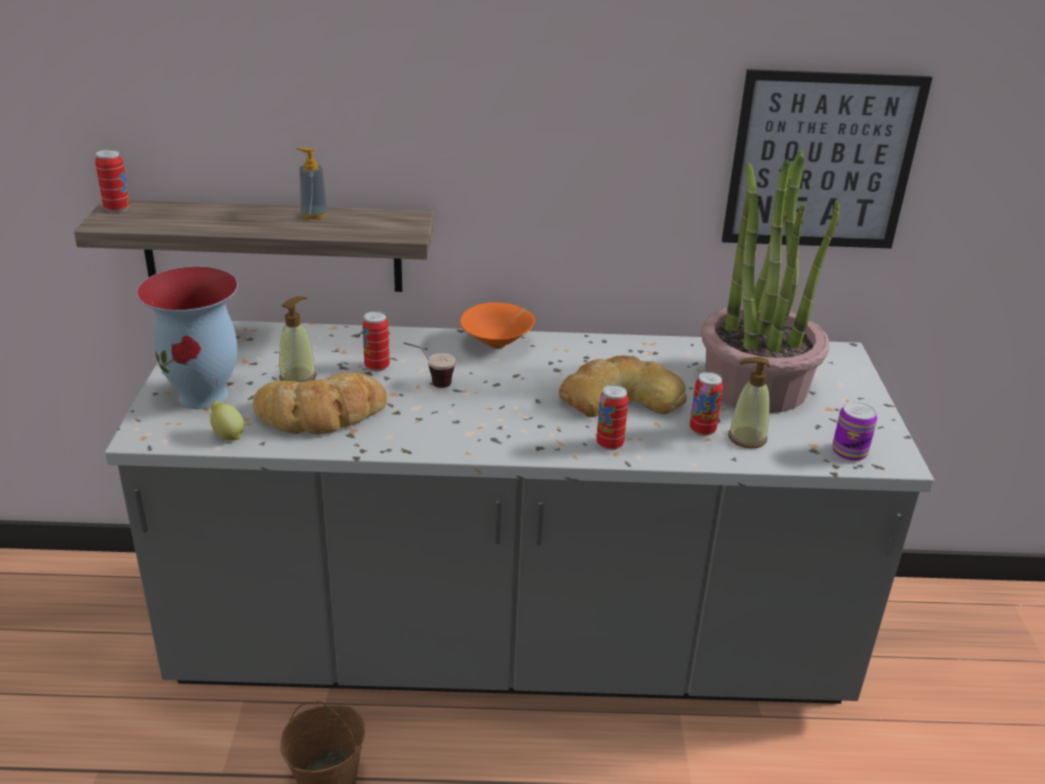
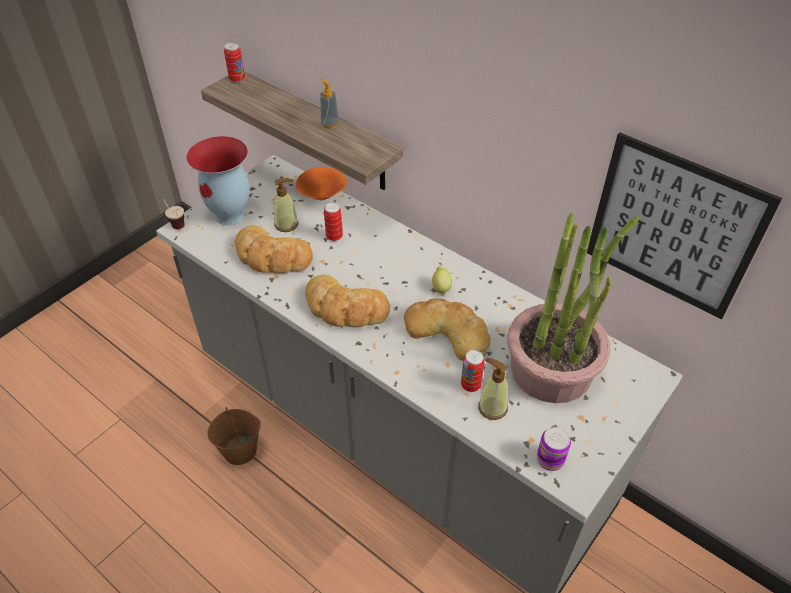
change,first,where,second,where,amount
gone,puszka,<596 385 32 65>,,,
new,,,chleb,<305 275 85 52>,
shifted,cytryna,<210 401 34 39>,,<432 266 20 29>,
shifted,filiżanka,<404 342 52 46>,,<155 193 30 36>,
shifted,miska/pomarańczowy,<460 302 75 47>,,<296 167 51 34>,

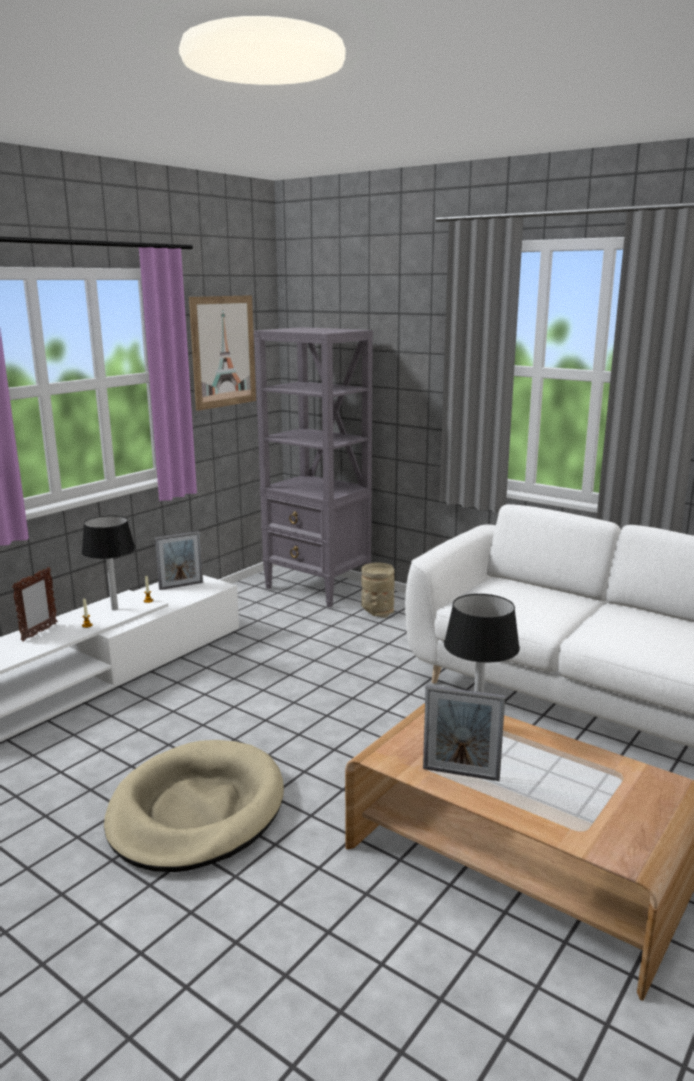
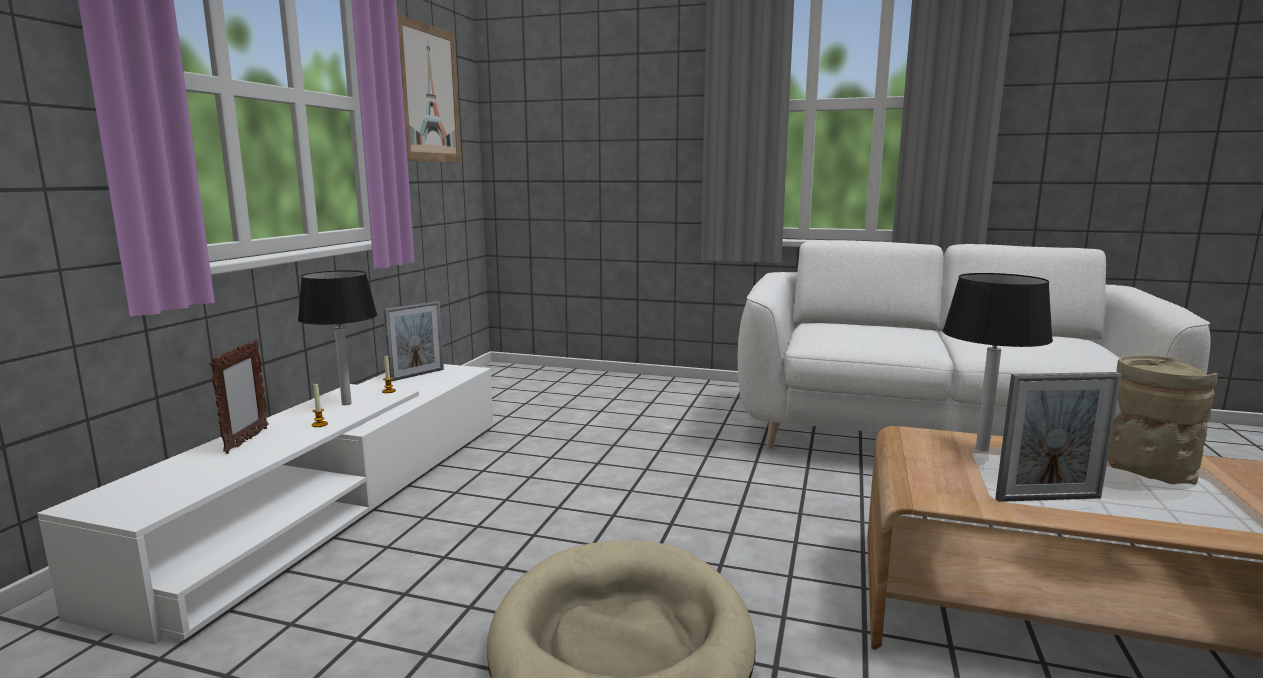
change,first,where,second,where,amount
gone,regał/szary,<253 327 120 280>,,,
shifted,wazon/beżowy,<361 563 34 55>,,<1108 355 110 130>,

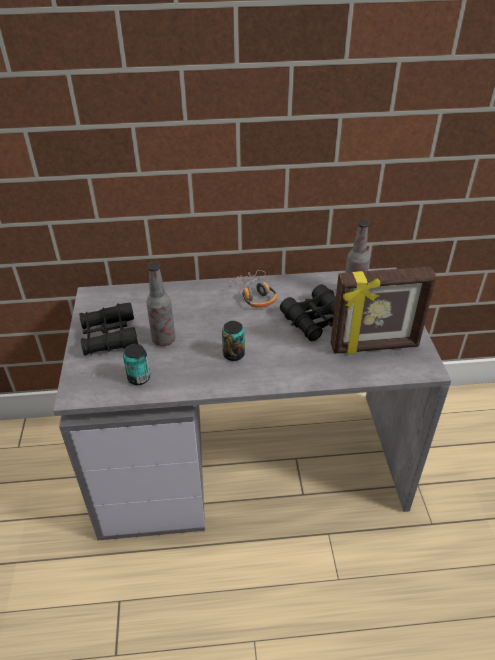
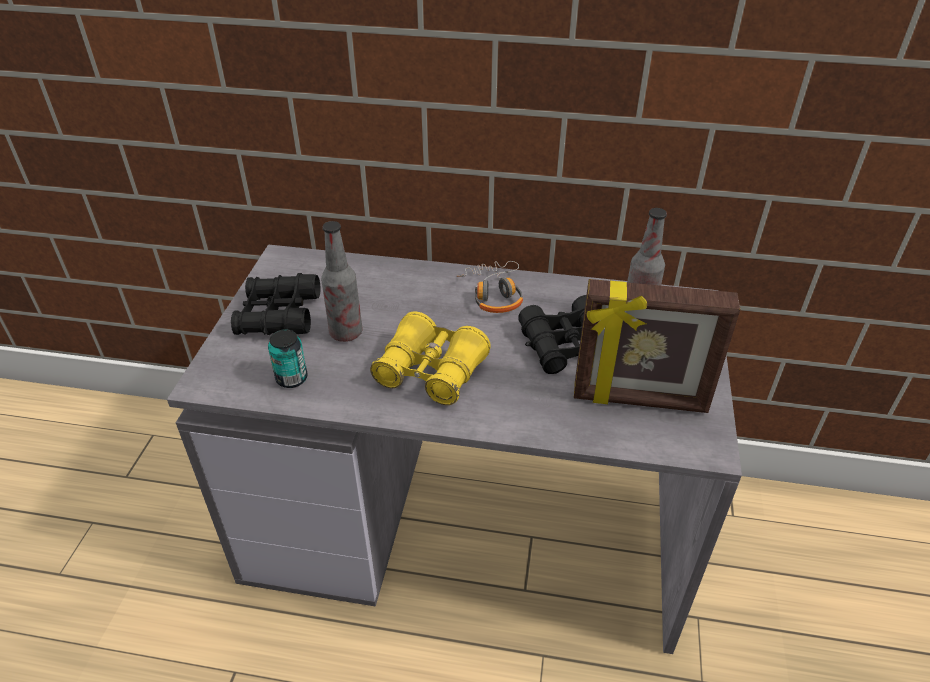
change,first,where,second,where,amount
swapped,puszka,<222 321 23 40>,lornetka/żółty,<370 311 121 94>,

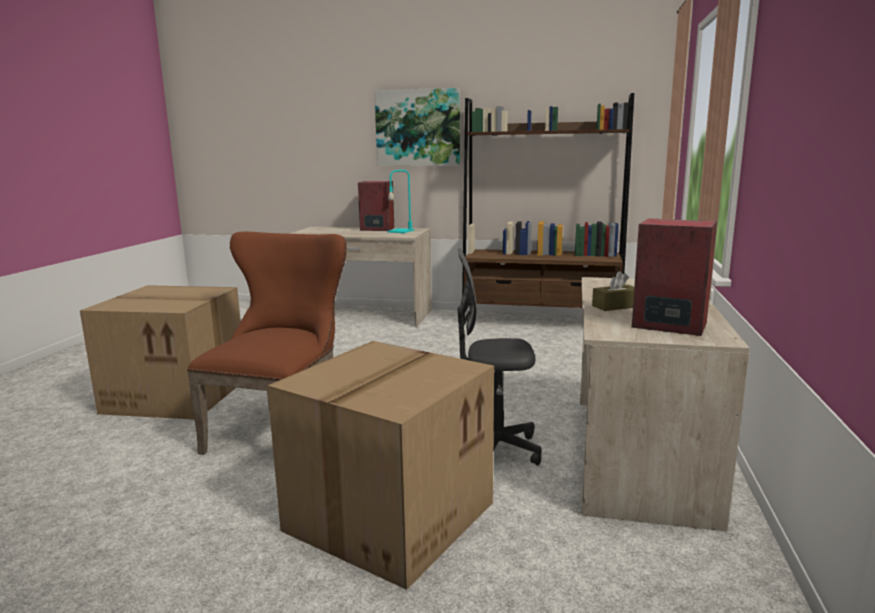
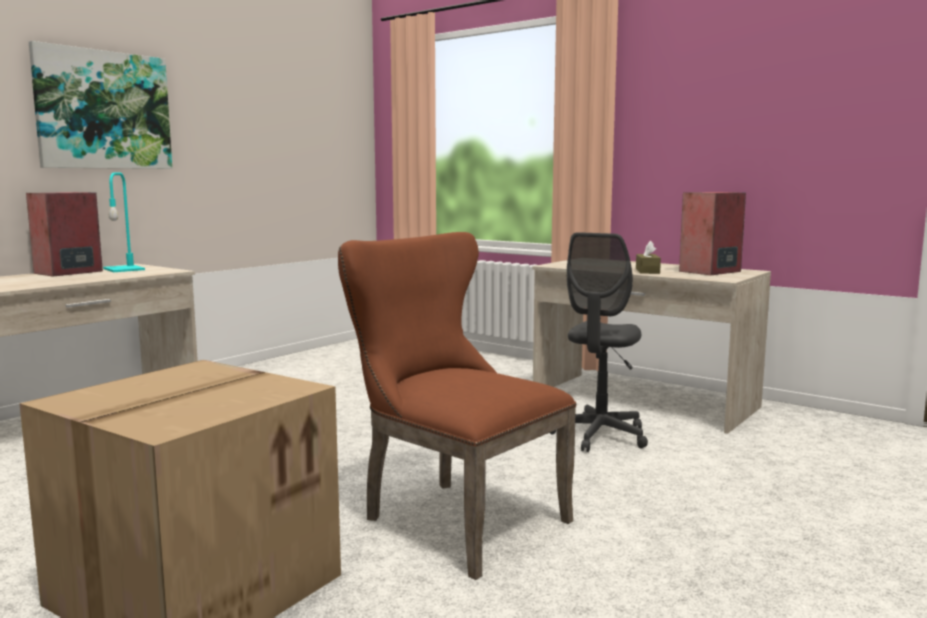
change,first,where,second,where,amount
gone,karton,<267 341 227 249>,,,
gone,regał/brązowy,<462 93 172 232>,,,

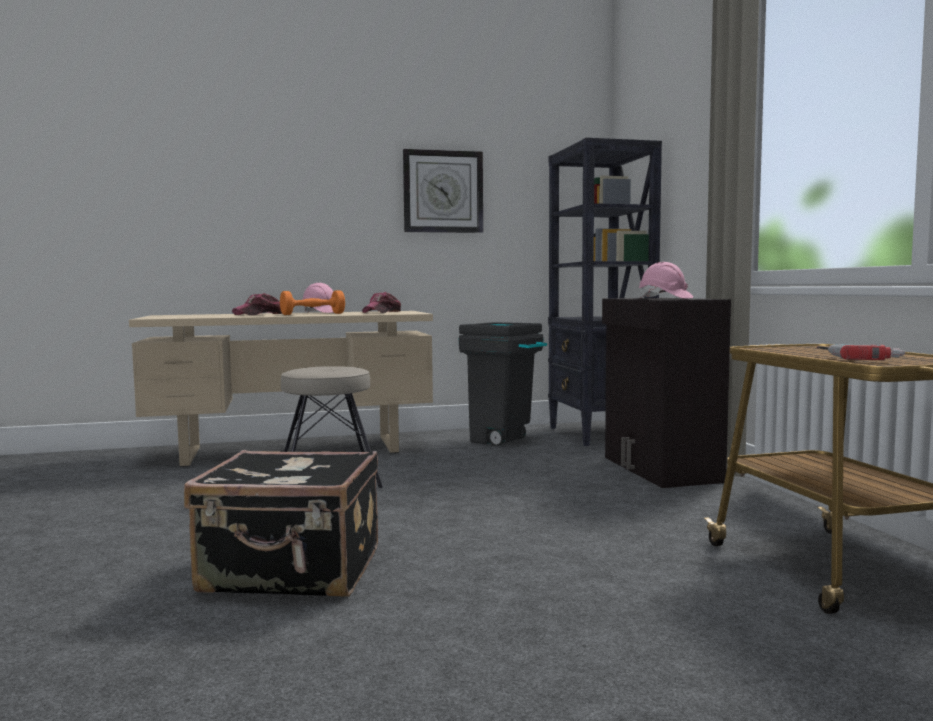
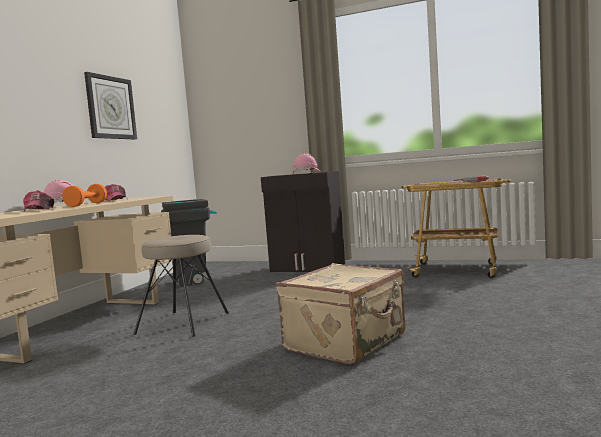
change,first,where,second,where,amount
gone,regał/czarny,<548 138 114 308>,,,
repainted,walizka/czarny,<184 450 194 147>,walizka/beżowy,<276 263 129 101>,

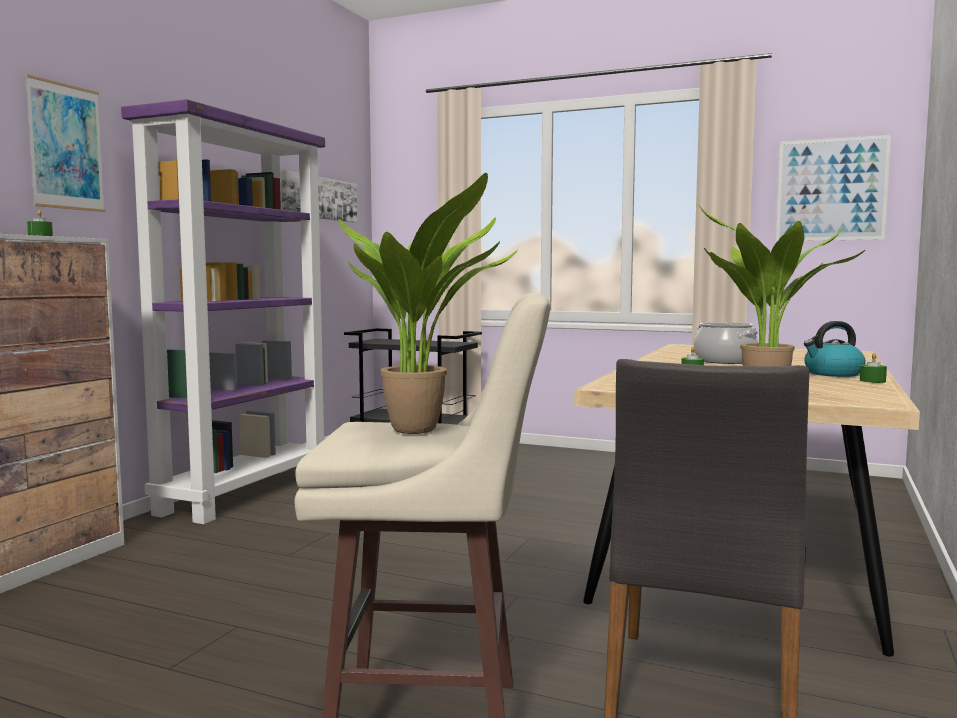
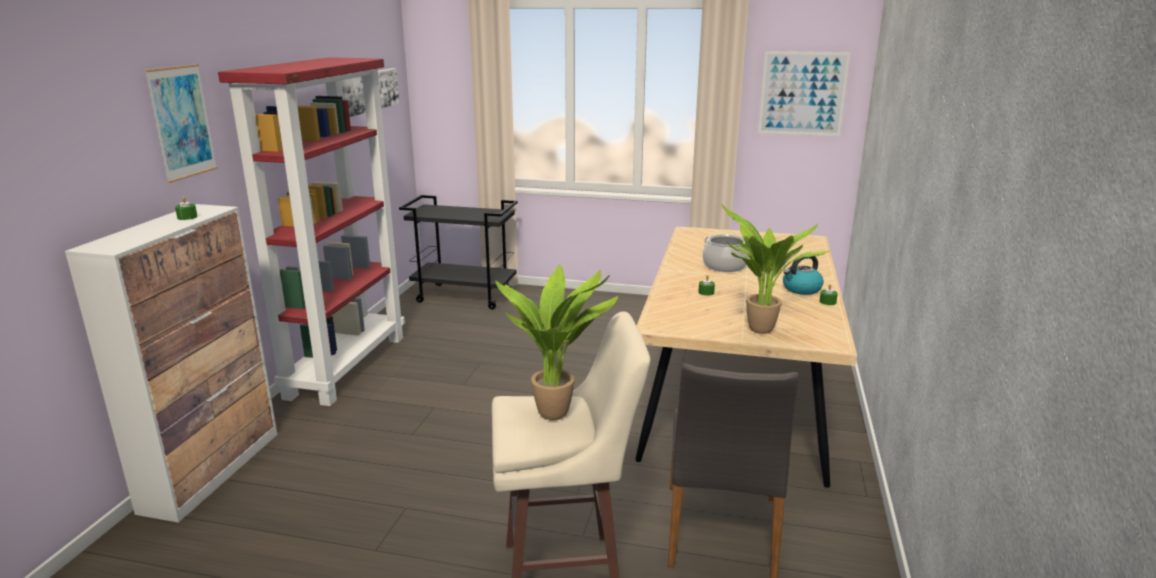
change,first,where,second,where,amount
repainted,regał/fioletowy,<121 99 204 425>,regał/czerwony,<218 57 187 349>,

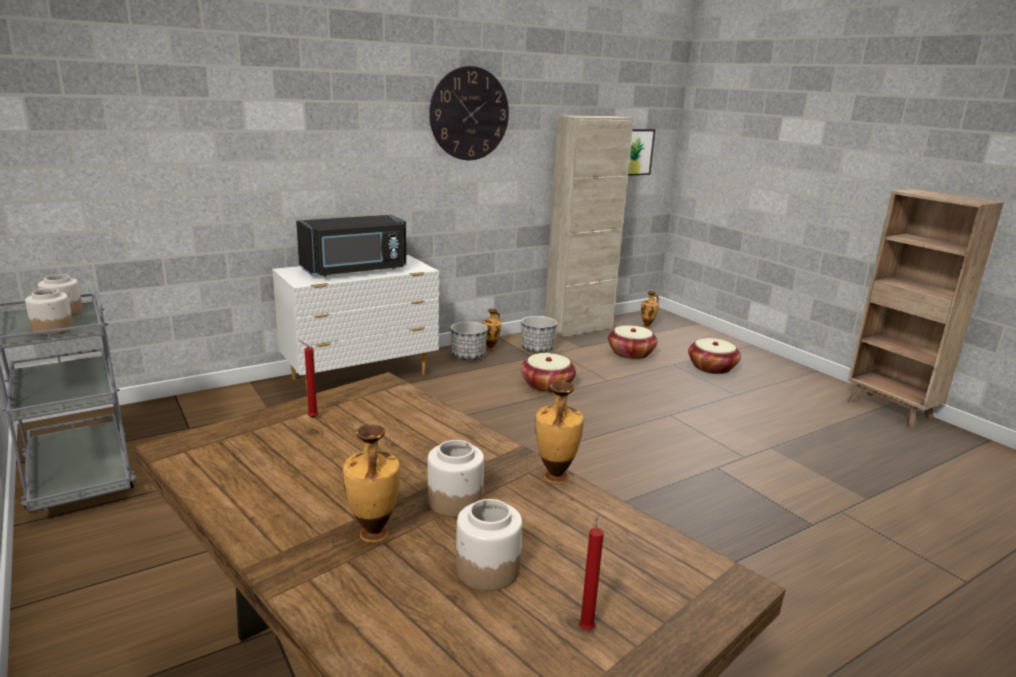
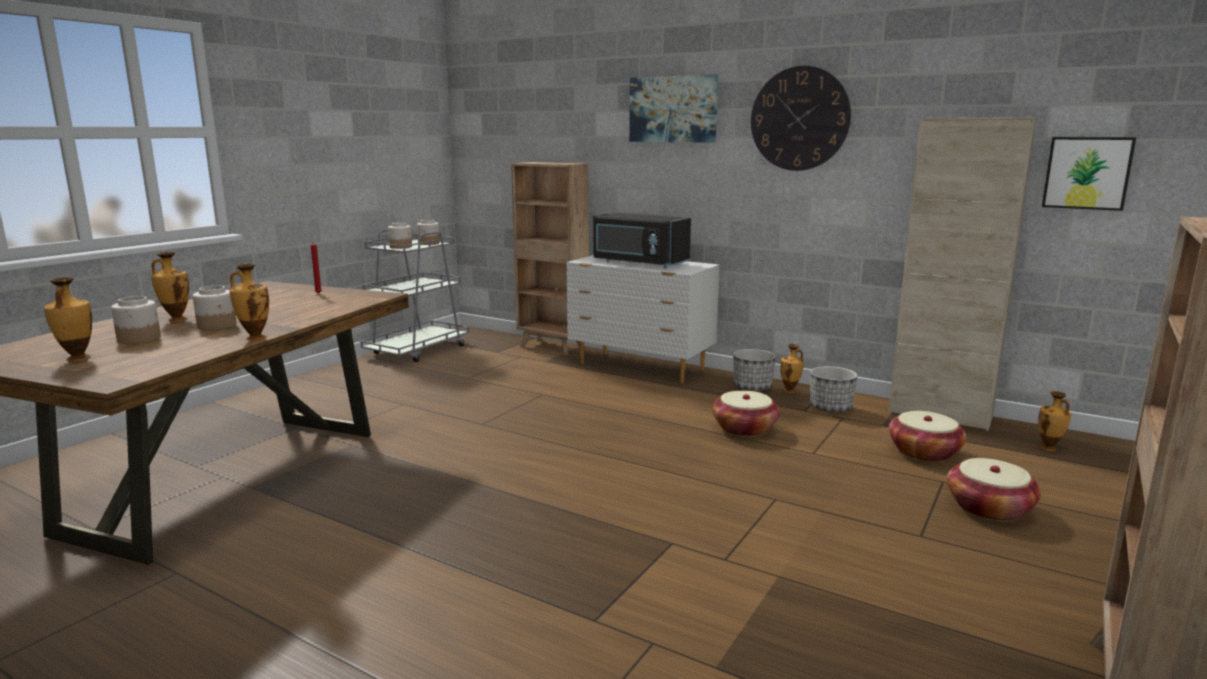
change,first,where,second,where,amount
new,,,regał/brązowy,<511 162 78 193>,
new,,,obraz,<629 74 89 69>,
swapped,świeca/czerwony,<579 512 25 118>,wazon,<44 277 48 84>,

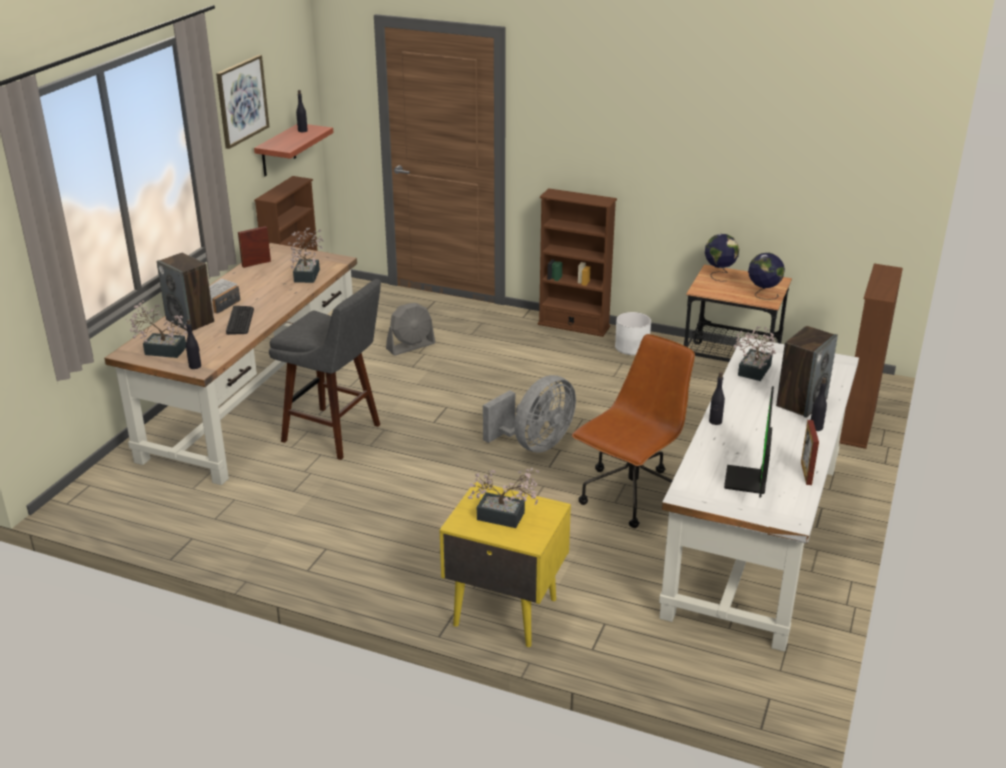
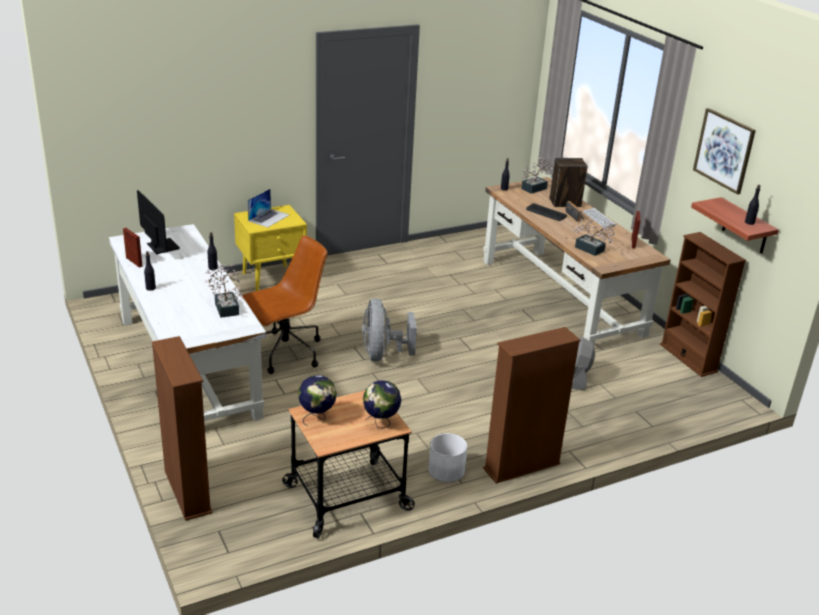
change,first,where,second,where,amount
gone,stołek/szary,<269 279 112 181>,,,
gone,głośnik,<776 326 62 92>,,,
swapped,roślina doniczkowa,<468 468 71 60>,laptop,<248 189 41 39>,
rotated,krzesło biurowe/brązowy,<572 334 123 194>,,<242 235 86 139>,120 degrees counterclockwise

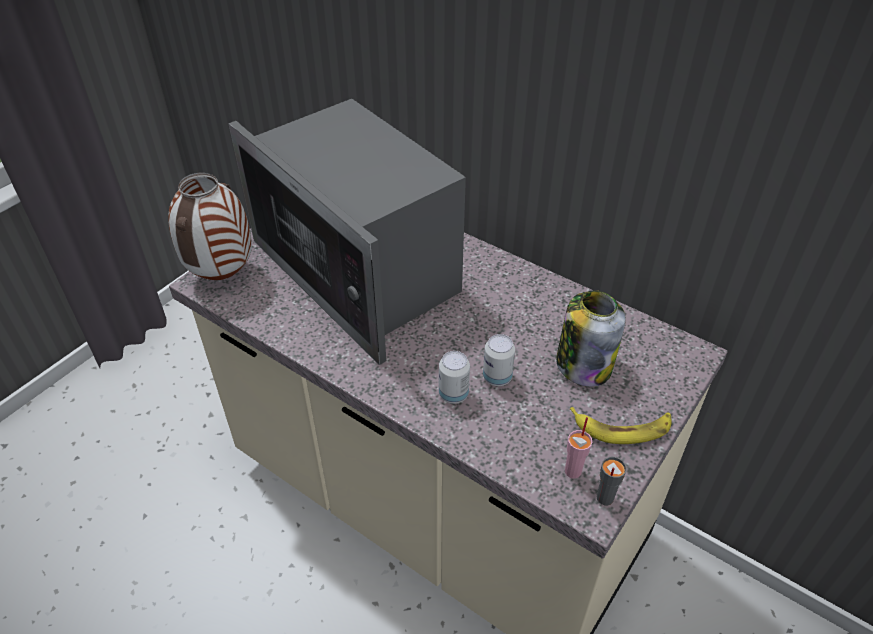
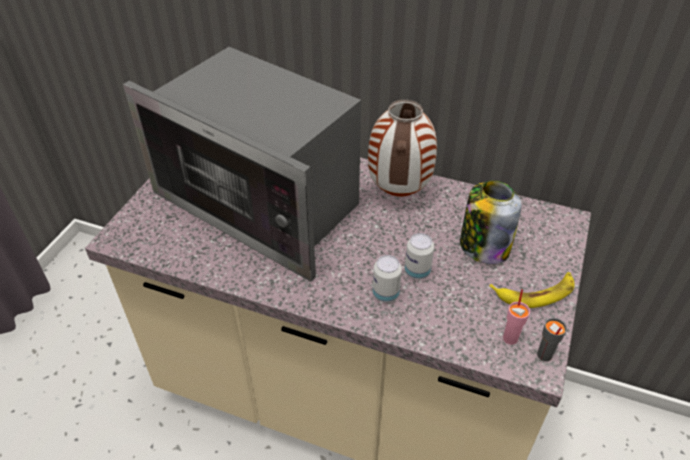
change,first,where,second,where,amount
shifted,wazon,<168 173 84 107>,,<368 99 69 98>,

